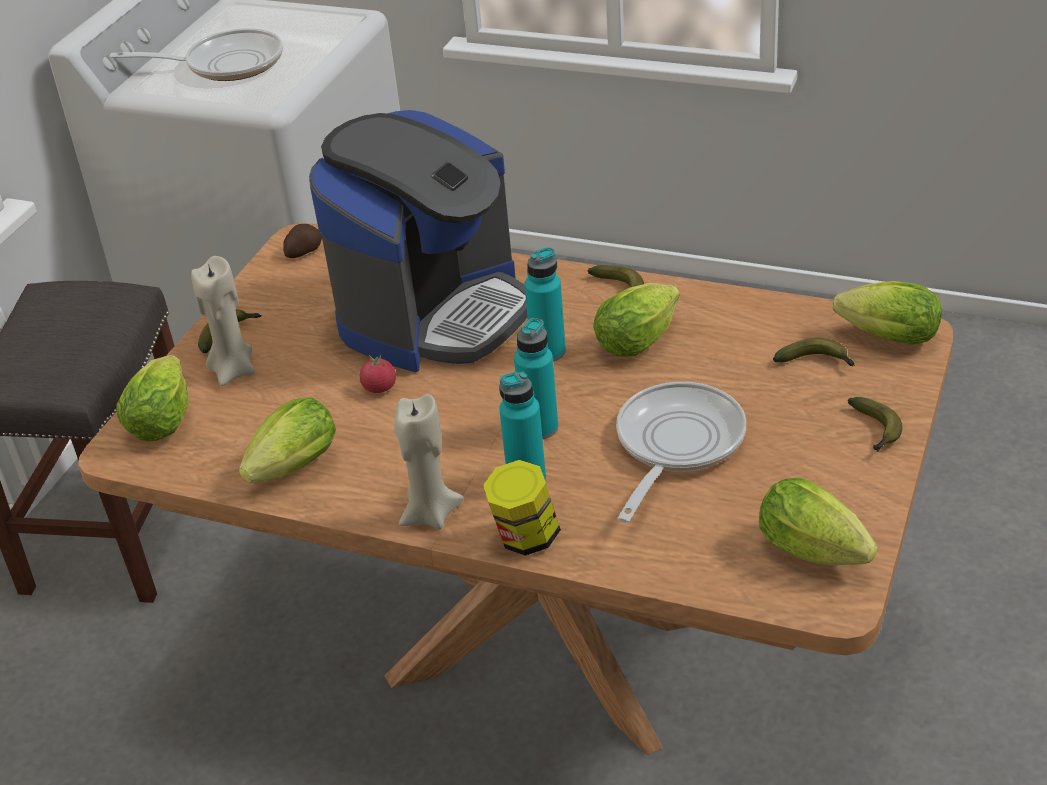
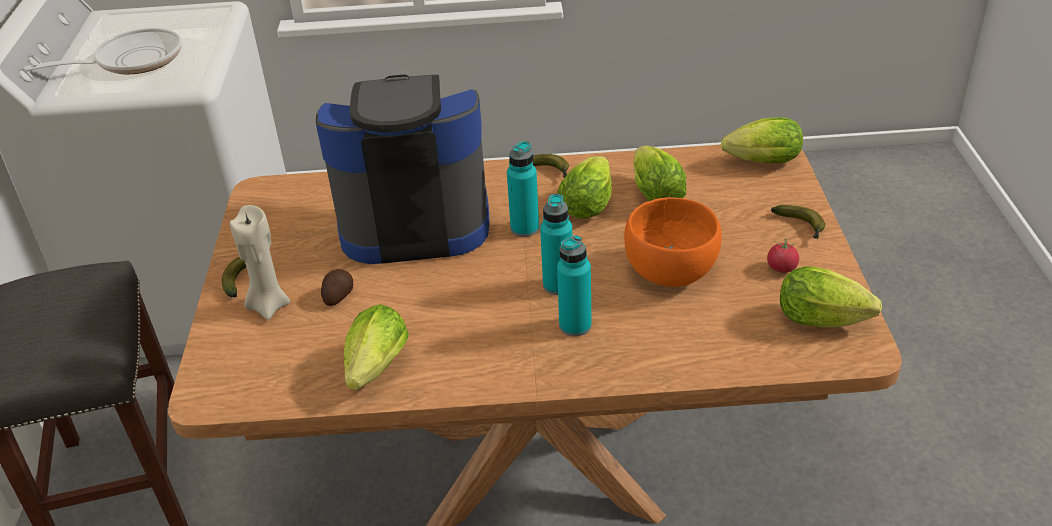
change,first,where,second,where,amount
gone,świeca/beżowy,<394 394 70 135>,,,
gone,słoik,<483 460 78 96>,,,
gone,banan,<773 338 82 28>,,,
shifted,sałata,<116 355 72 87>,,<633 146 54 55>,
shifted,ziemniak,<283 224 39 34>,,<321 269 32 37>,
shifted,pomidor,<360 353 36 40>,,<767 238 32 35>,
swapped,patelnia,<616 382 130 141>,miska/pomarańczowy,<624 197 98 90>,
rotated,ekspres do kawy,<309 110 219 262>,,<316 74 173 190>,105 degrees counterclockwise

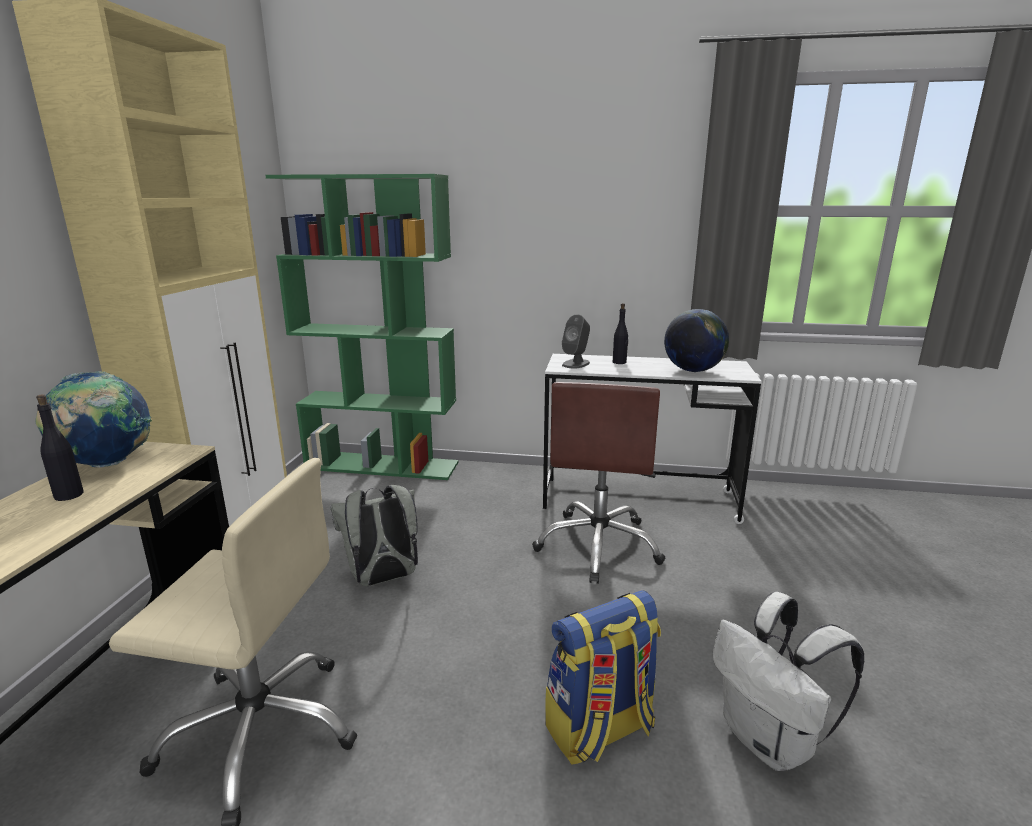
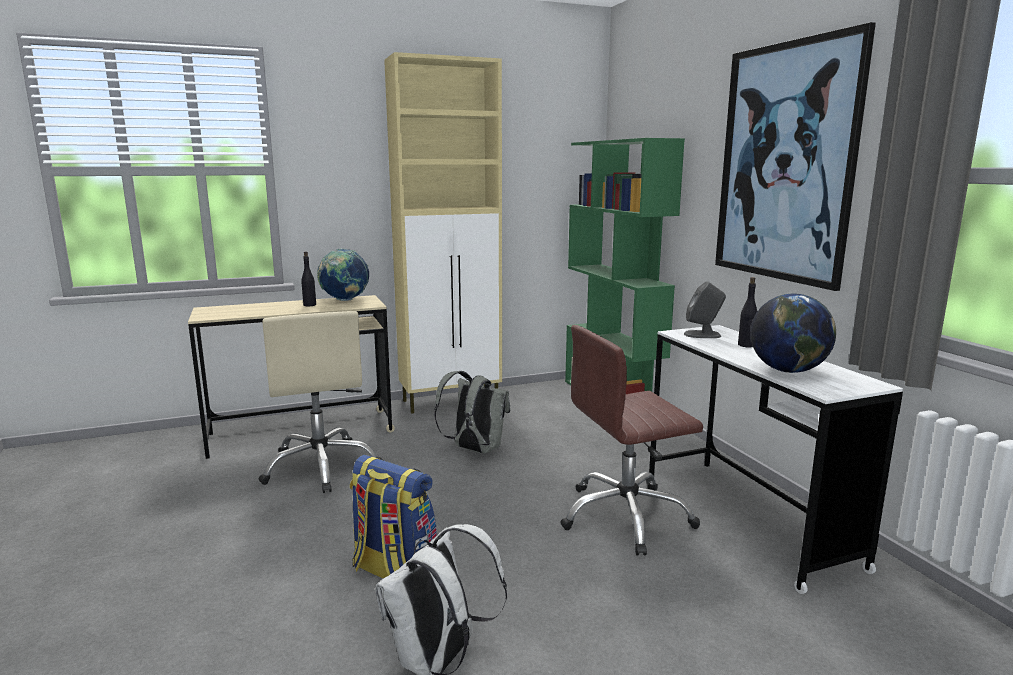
change,first,where,second,where,amount
new,,,obraz,<715 22 161 269>,

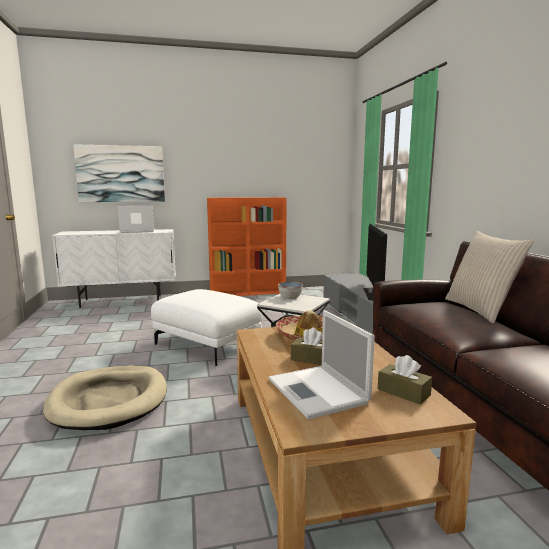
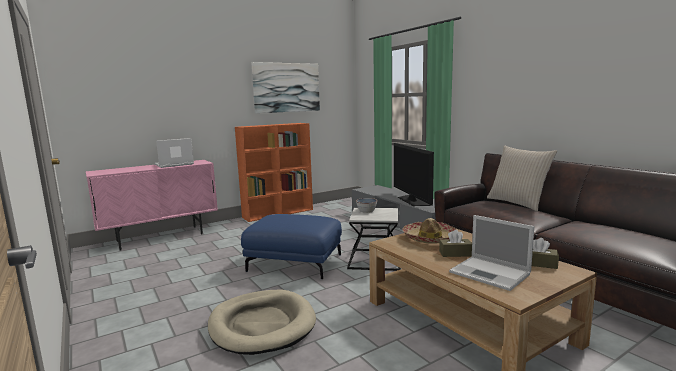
change,first,where,second,where,amount
shifted,obraz,<73 144 92 58>,,<251 62 69 51>,
repainted,szafka/biały,<52 229 124 79>,szafka/różowy,<86 160 132 91>,
repainted,pufa/biały,<151 289 112 77>,pufa/niebieski,<241 214 101 65>,

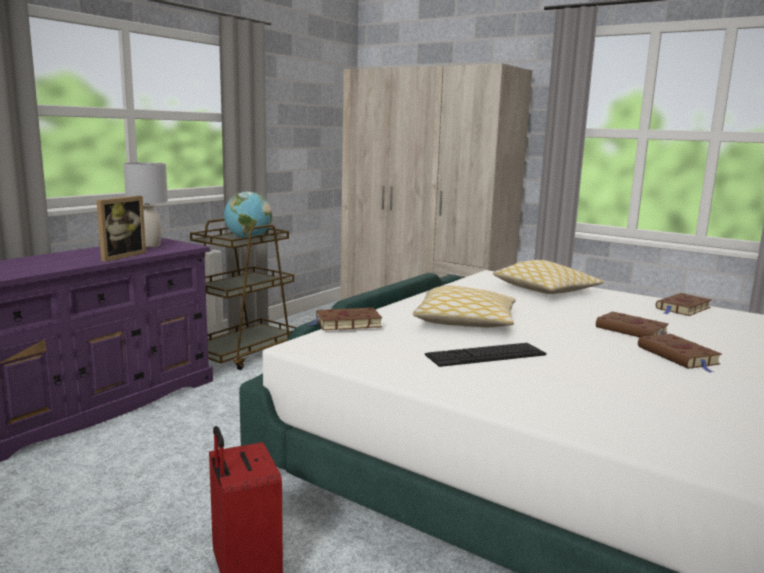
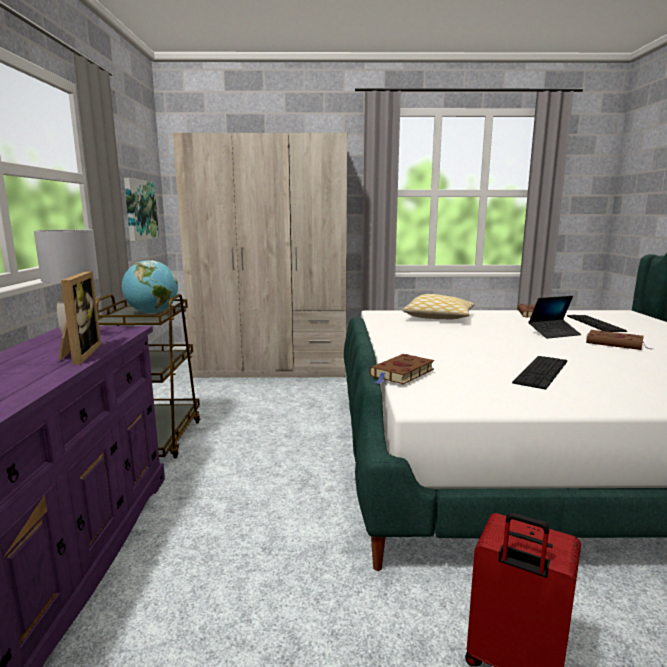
change,first,where,second,where,amount
gone,poduszka,<413 285 103 42>,,,
new,,,obraz,<124 178 35 63>,
new,,,klawiatura,<567 315 60 17>,
swapped,książka/brązowy,<596 311 72 26>,laptop,<529 296 52 43>,

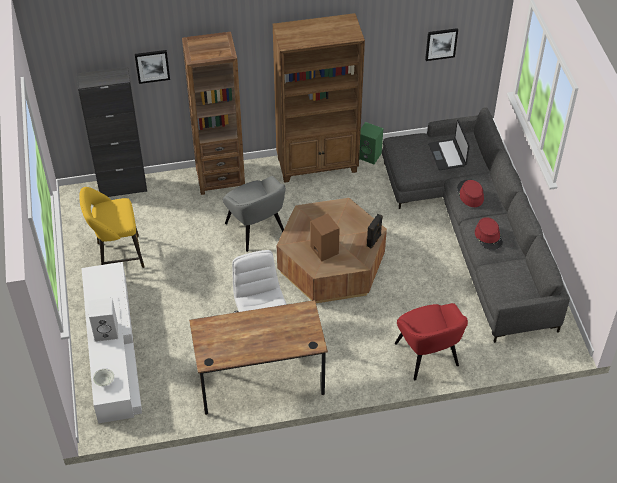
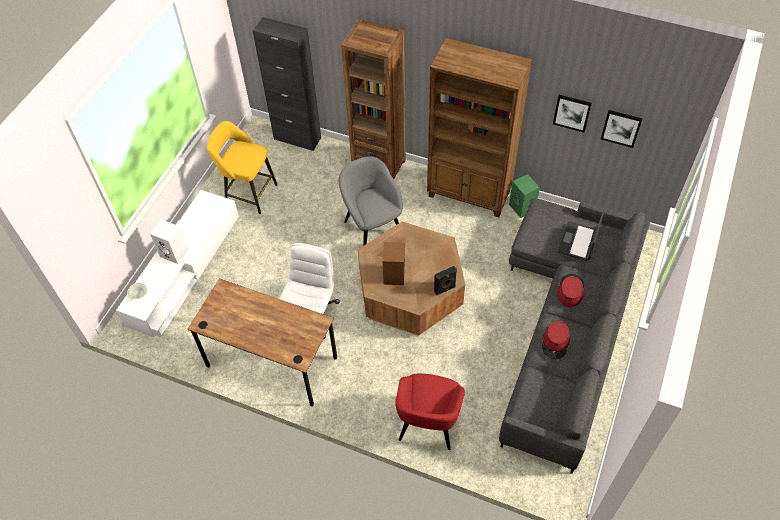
change,first,where,second,where,amount
shifted,obraz,<135 50 35 34>,,<553 95 39 37>,
rotated,fotel/szary,<223 176 63 76>,,<339 156 64 89>,150 degrees clockwise

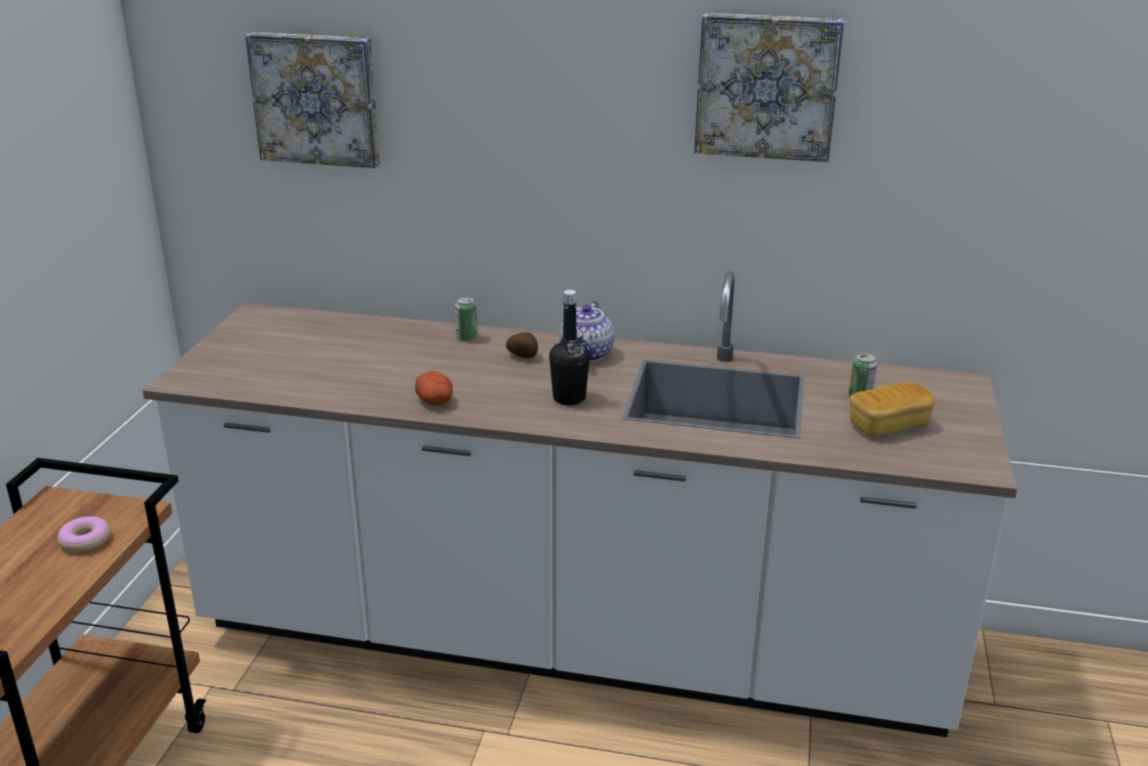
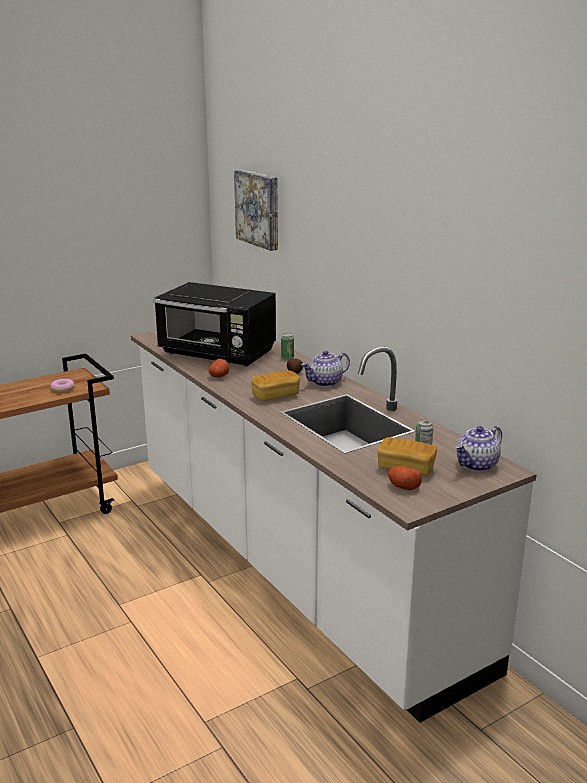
change,first,where,second,where,amount
gone,obraz,<694 13 150 149>,,,
new,,,mikrofalówka/czarny,<153 282 123 84>,
new,,,ziemniak,<388 466 34 24>,
new,,,imbryk,<455 426 47 46>,
swapped,butelka/czarny,<549 290 41 115>,chleb,<251 371 49 30>,

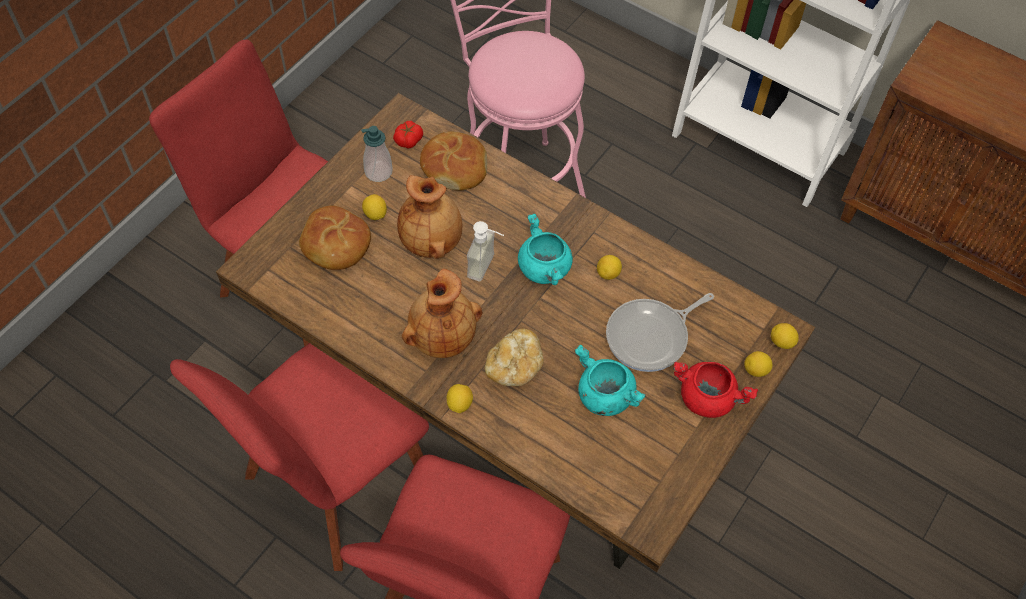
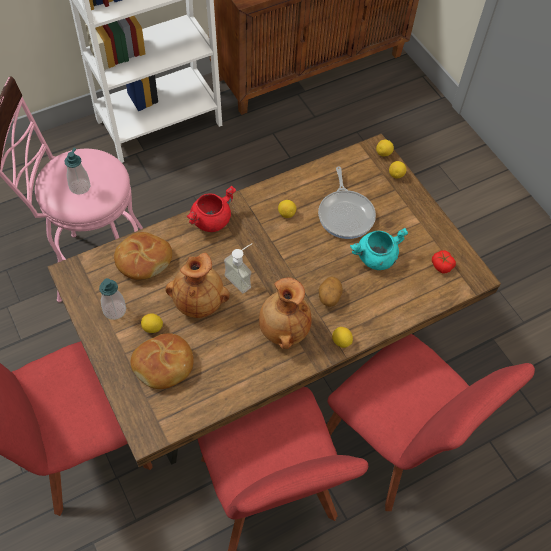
change,first,where,second,where,amount
gone,garnek/turkusowy,<518 214 55 71>,,,
new,,,dozownik mydła,<64 148 27 47>,
shifted,pomidor,<393 121 30 28>,,<432 250 24 24>,
shifted,garnek/czerwony,<673 362 85 56>,,<187 186 49 46>,
swapped,chleb,<485 329 59 57>,ziemniak,<319 276 24 31>,

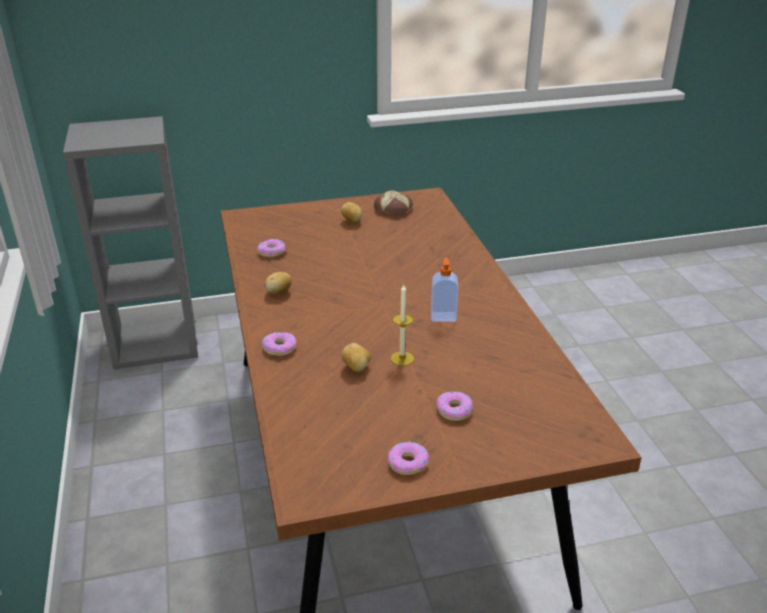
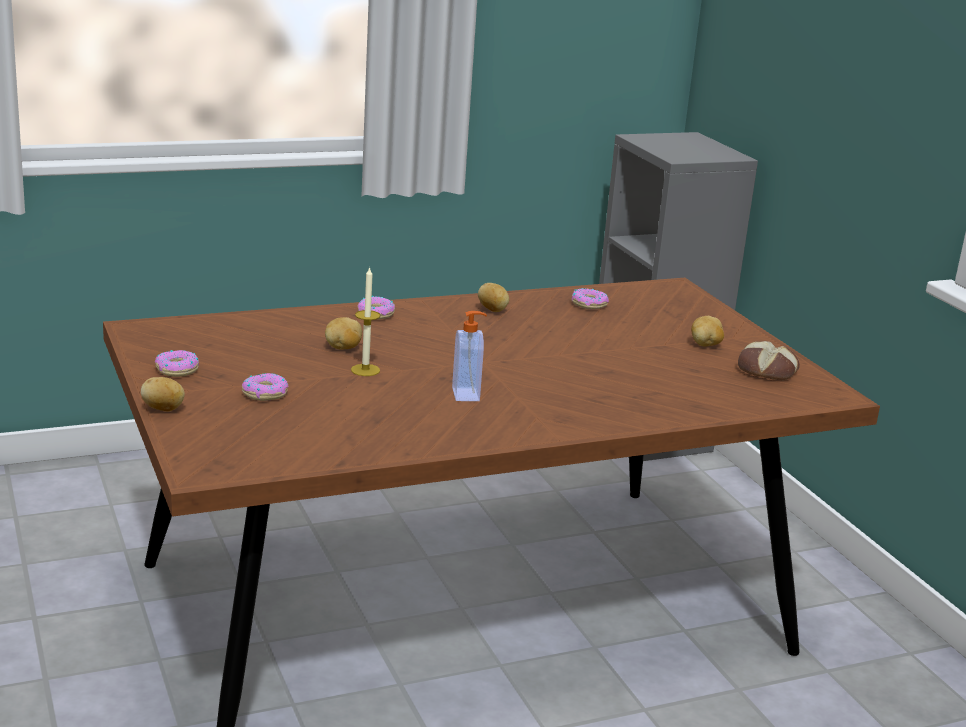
change,first,where,second,where,amount
new,,,ziemniak,<141 377 44 34>,

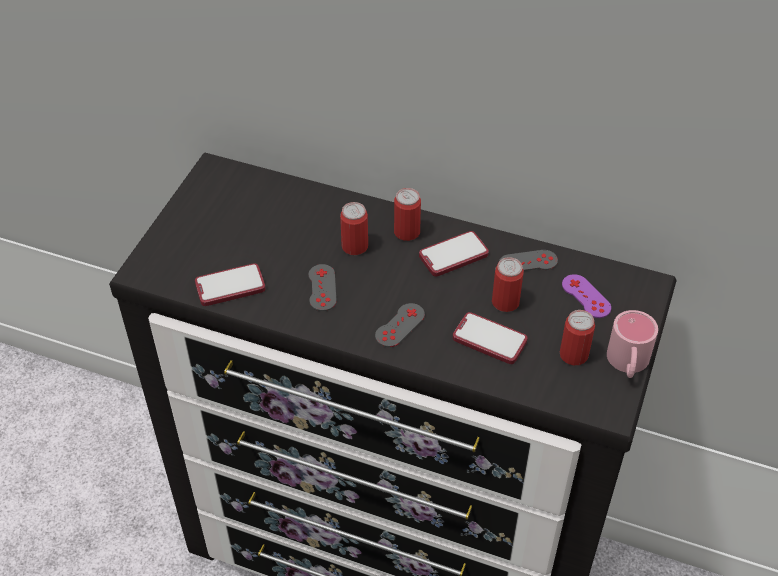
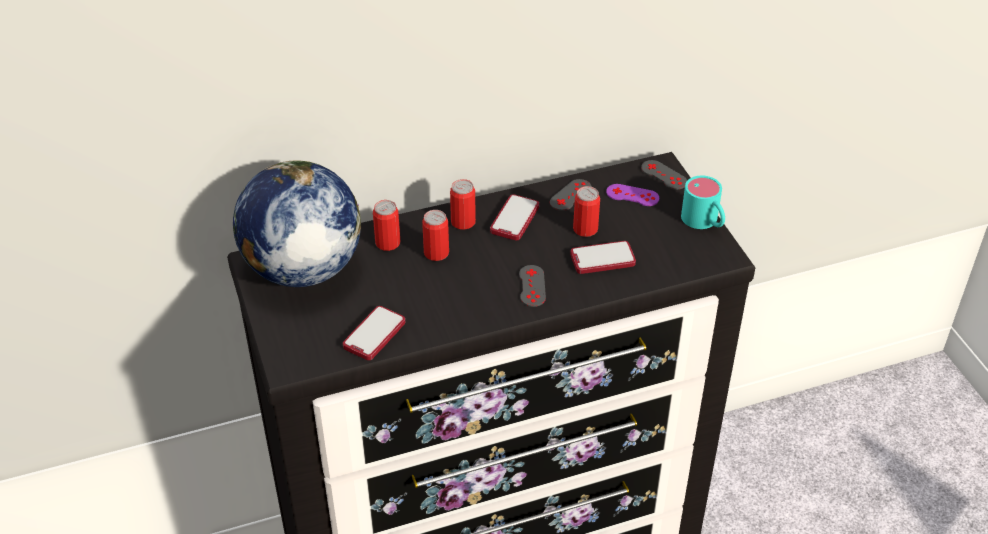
change,first,where,second,where,amount
new,,,globus,<233 160 128 127>,
shifted,pad do gier/szary,<308 264 29 47>,,<641 160 46 30>,
shifted,puszka,<560 310 35 55>,,<373 200 27 51>,
repainted,kubek/różowy,<607 310 51 68>,kubek/turkusowy,<681 176 44 53>,

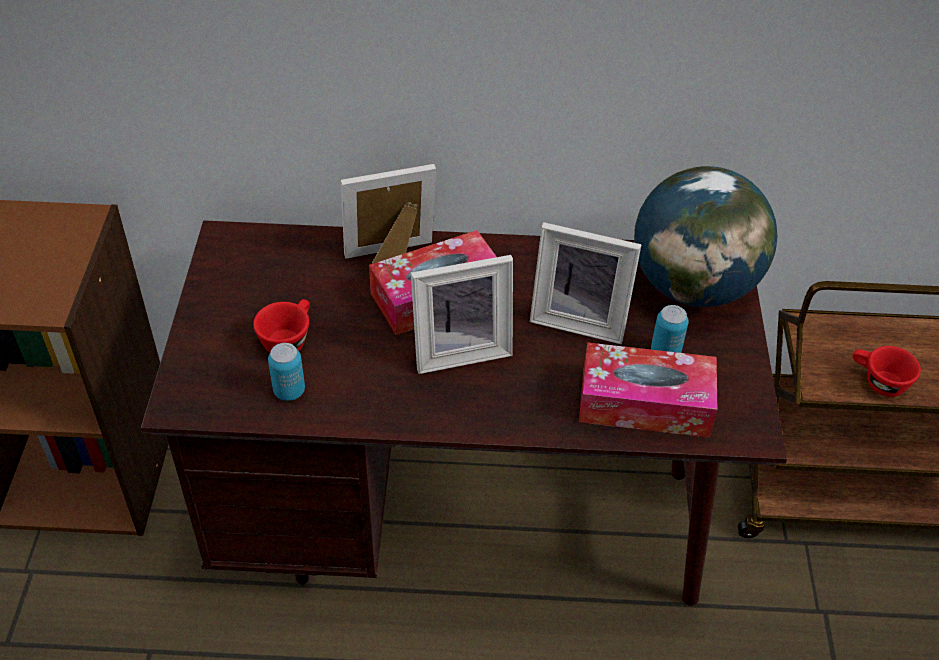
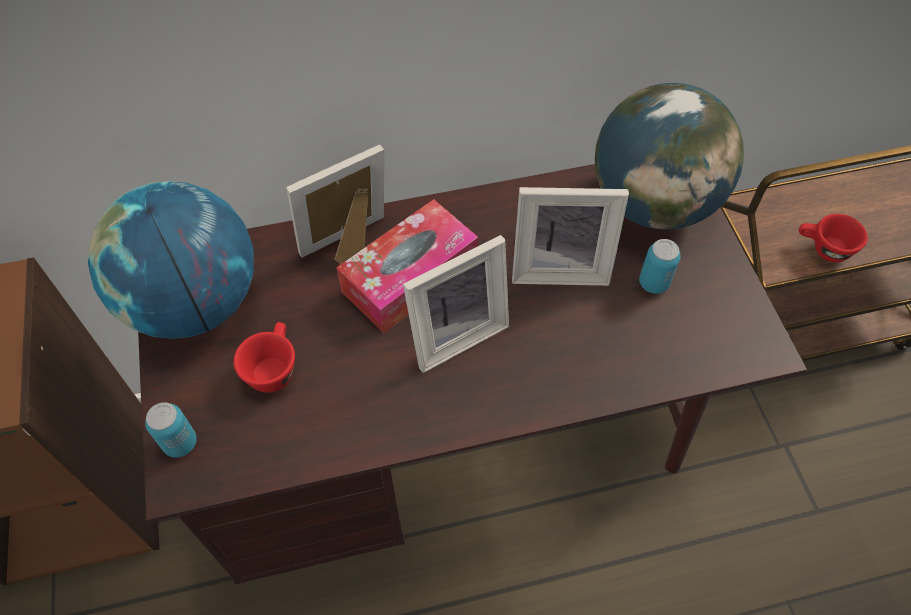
change,first,where,second,where,amount
gone,pudełko chusteczek,<579 342 138 96>,,,
new,,,globus,<88 181 166 158>,
shifted,puszka,<268 343 37 58>,,<145 402 52 56>,

